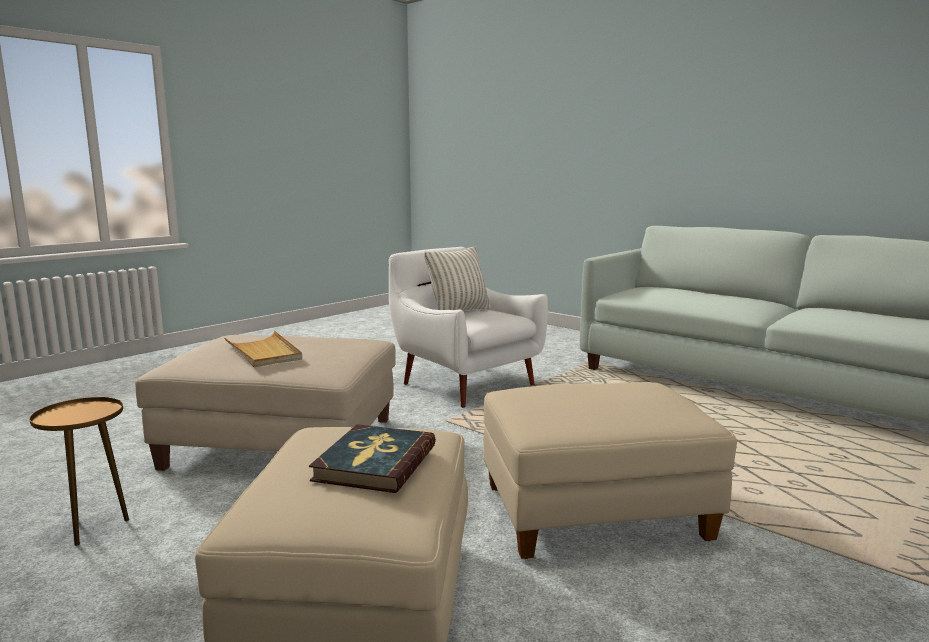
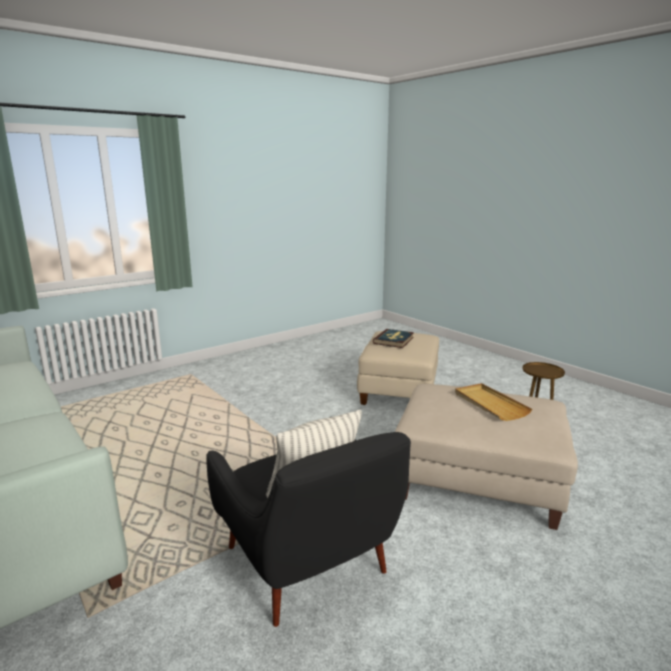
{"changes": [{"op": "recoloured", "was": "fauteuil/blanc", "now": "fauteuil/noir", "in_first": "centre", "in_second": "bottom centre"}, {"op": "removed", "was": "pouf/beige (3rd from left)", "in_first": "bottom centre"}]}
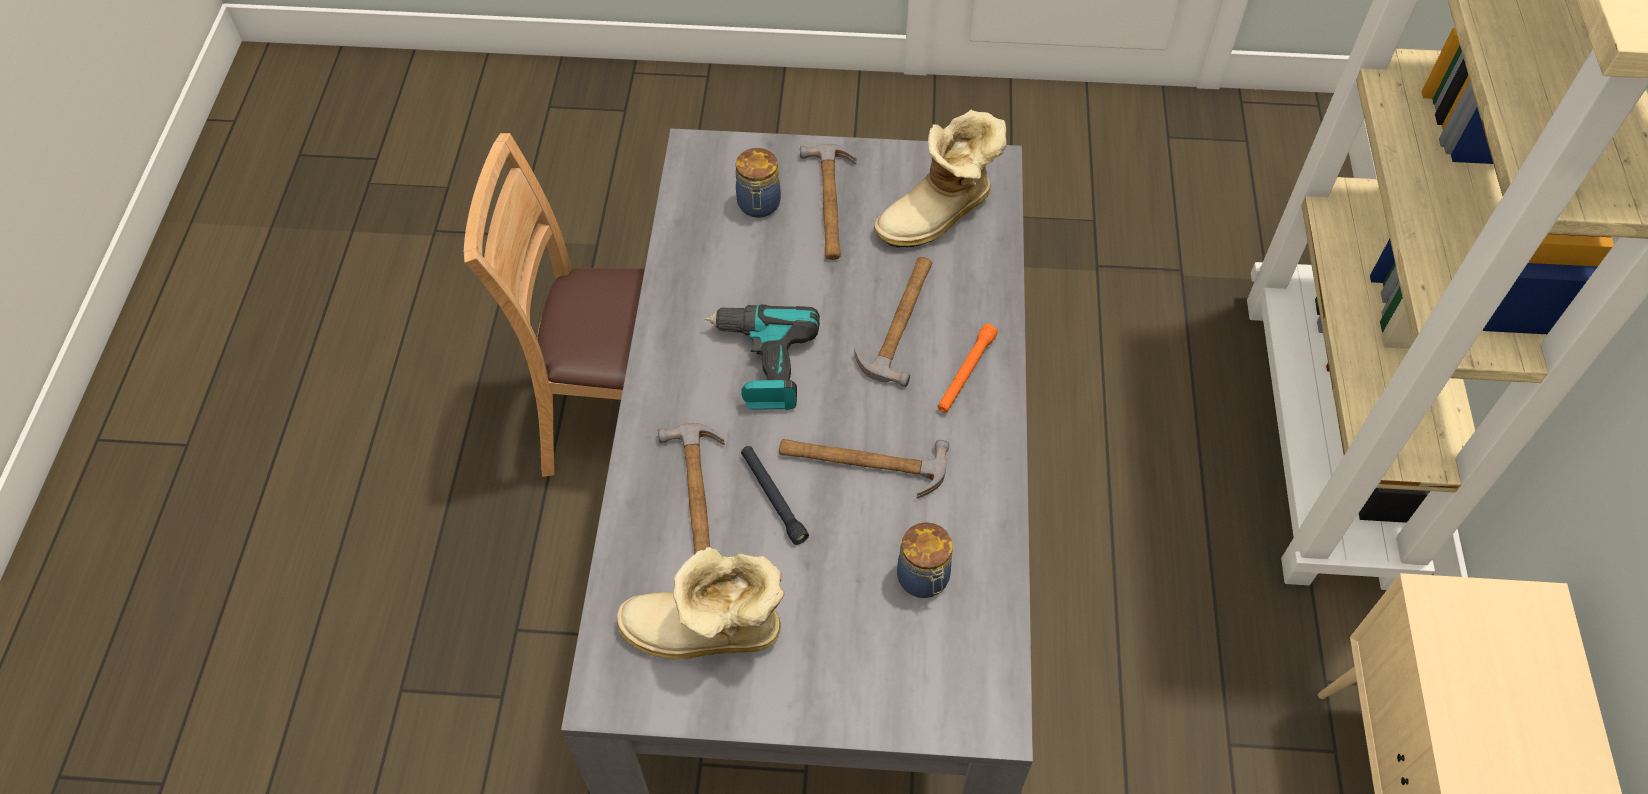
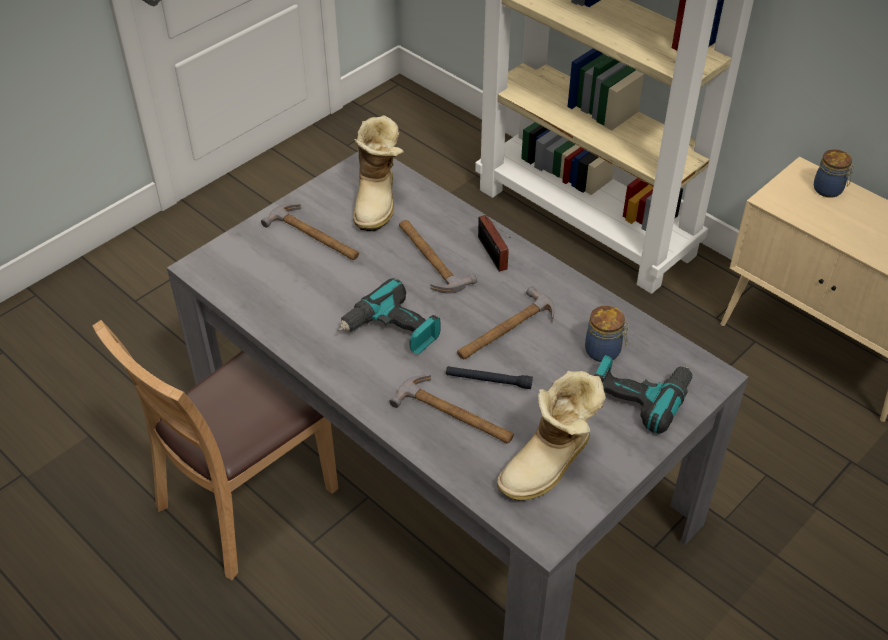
{"changes": [{"op": "moved", "was": "bocal (1st from left in the first image)", "now": "bocal (2nd from left)", "in_first": "top centre", "in_second": "top right"}, {"op": "replaced", "was": "lampe de poche/orange", "now": "radio", "in_first": "centre", "in_second": "centre"}, {"op": "added", "now": "perceuse (2nd from left)", "in_second": "middle right"}]}
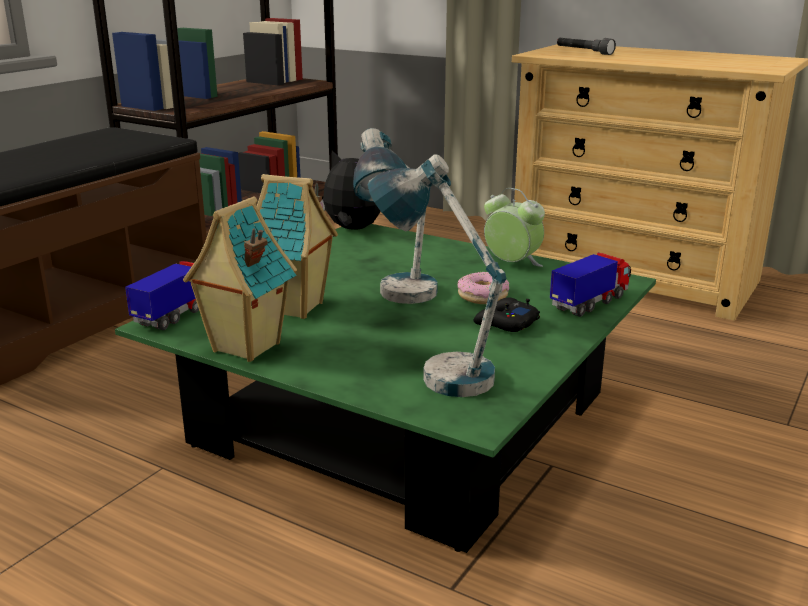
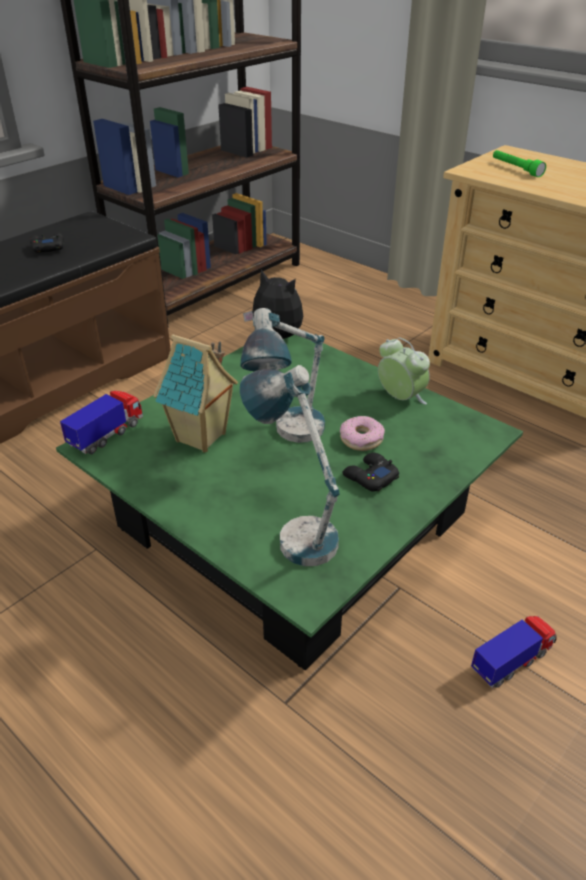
{"changes": [{"op": "recoloured", "was": "lampe de poche/gris", "now": "lampe de poche/vert", "in_first": "top right", "in_second": "top right"}, {"op": "removed", "was": "maison miniature (1st from left)", "in_first": "middle left"}, {"op": "moved", "was": "camion jouet (2nd from left)", "in_first": "middle right", "in_second": "bottom right"}, {"op": "added", "now": "manette/noir (1st from left)", "in_second": "top left"}]}
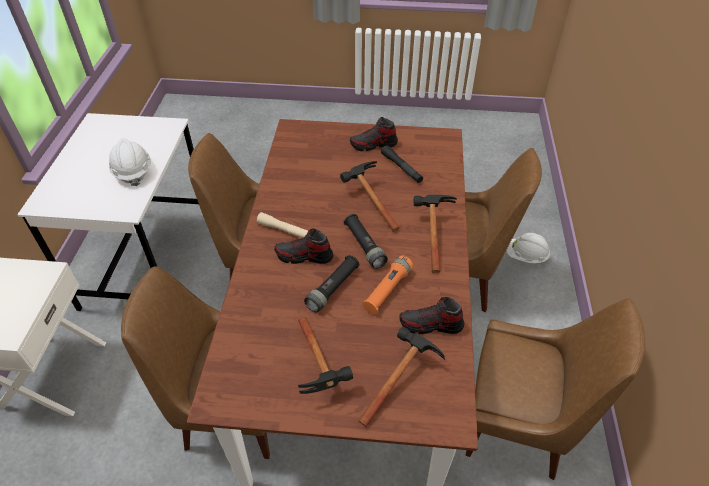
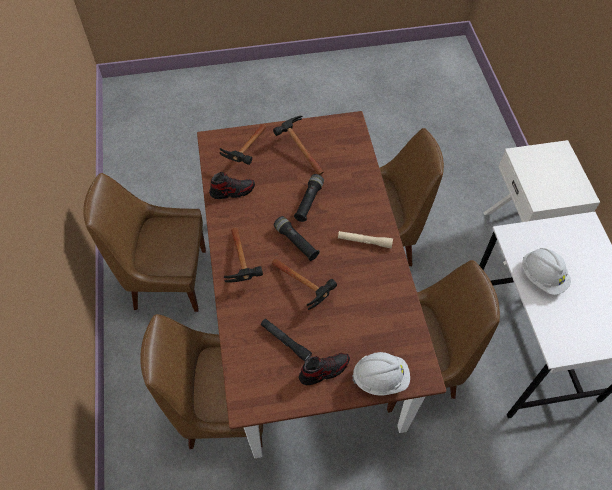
{"changes": [{"op": "removed", "was": "chaussure (1st from left)", "in_first": "centre"}, {"op": "moved", "was": "casque de chantier/blanc (2nd from left in the first image)", "now": "casque de chantier/blanc (1st from left)", "in_first": "middle right", "in_second": "bottom centre"}, {"op": "removed", "was": "lampe de poche/orange", "in_first": "centre"}]}
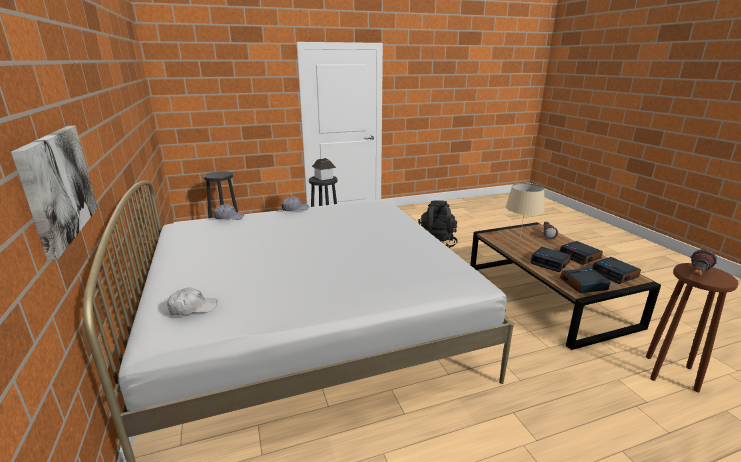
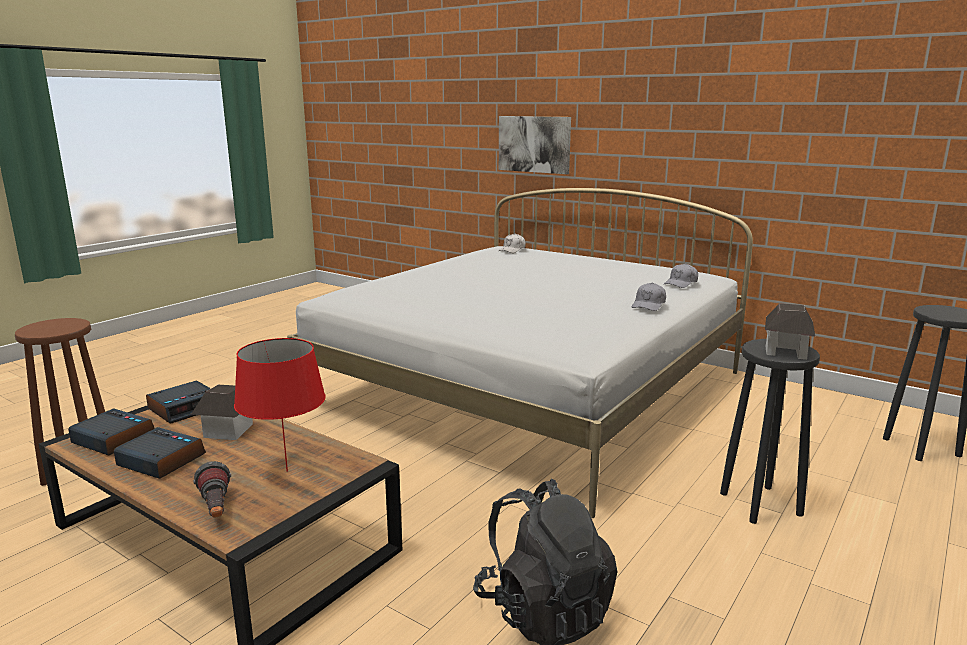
{"changes": [{"op": "recoloured", "was": "lampe de table/beige", "now": "lampe de table/rouge", "in_first": "middle right", "in_second": "middle left"}, {"op": "replaced", "was": "réveil (1st from left)", "now": "maison miniature (1st from left)", "in_first": "middle right", "in_second": "middle left"}, {"op": "removed", "was": "lampe de poche (2nd from left)", "in_first": "middle right"}]}
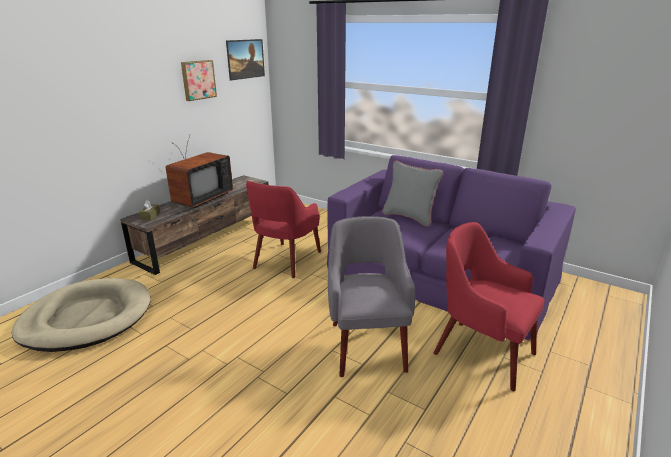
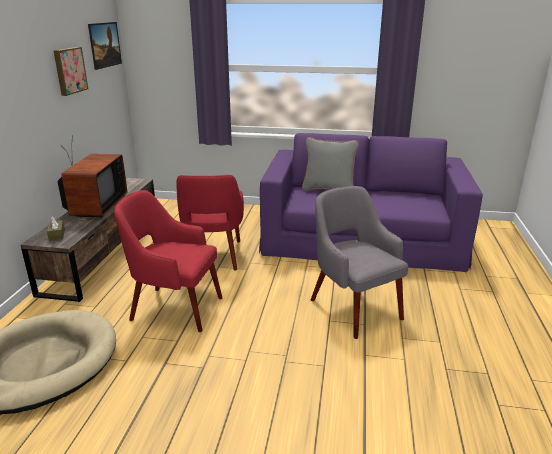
{"changes": [{"op": "moved", "was": "fauteuil/rouge (2nd from left in the first image)", "now": "fauteuil/rouge (1st from left)", "in_first": "bottom right", "in_second": "middle left"}]}
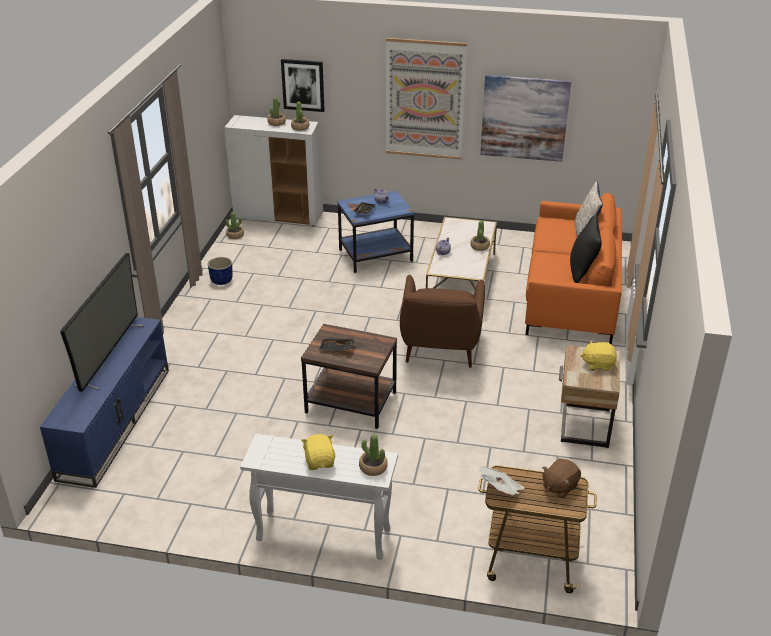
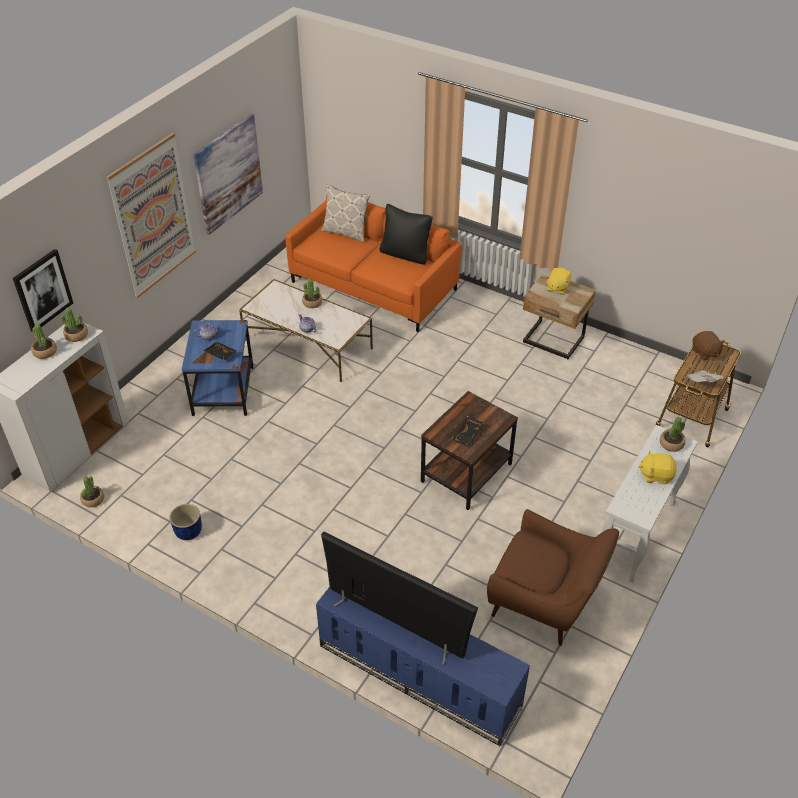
{"changes": [{"op": "moved", "was": "fauteuil/marron", "in_first": "centre", "in_second": "bottom right"}]}
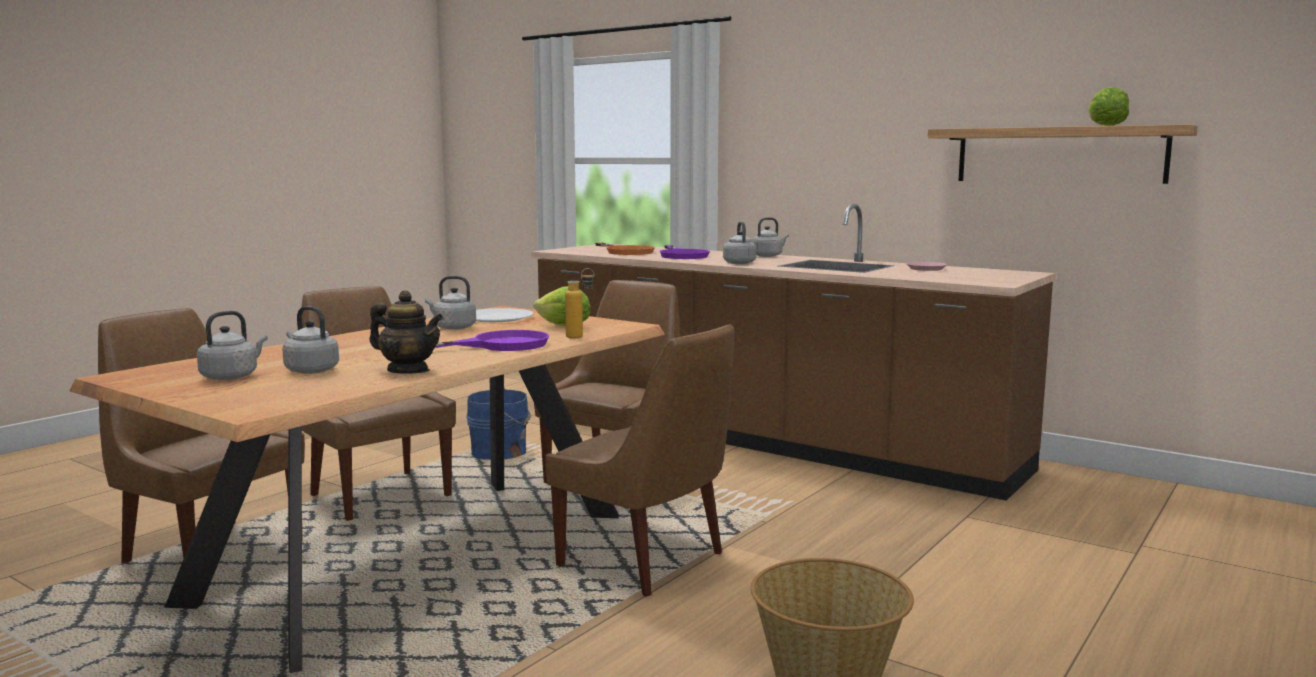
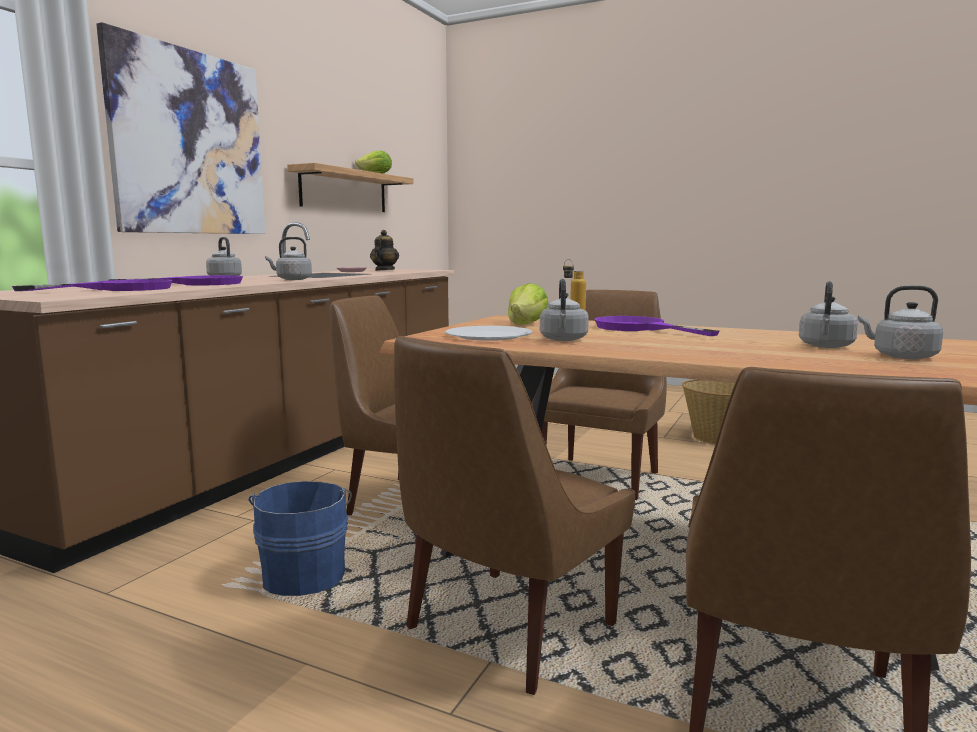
{"changes": [{"op": "recoloured", "was": "poêle/orange", "now": "poêle/violet (1st from left)", "in_first": "centre", "in_second": "middle left"}, {"op": "moved", "was": "théière", "in_first": "middle left", "in_second": "centre"}, {"op": "added", "now": "tableau", "in_second": "top left"}]}
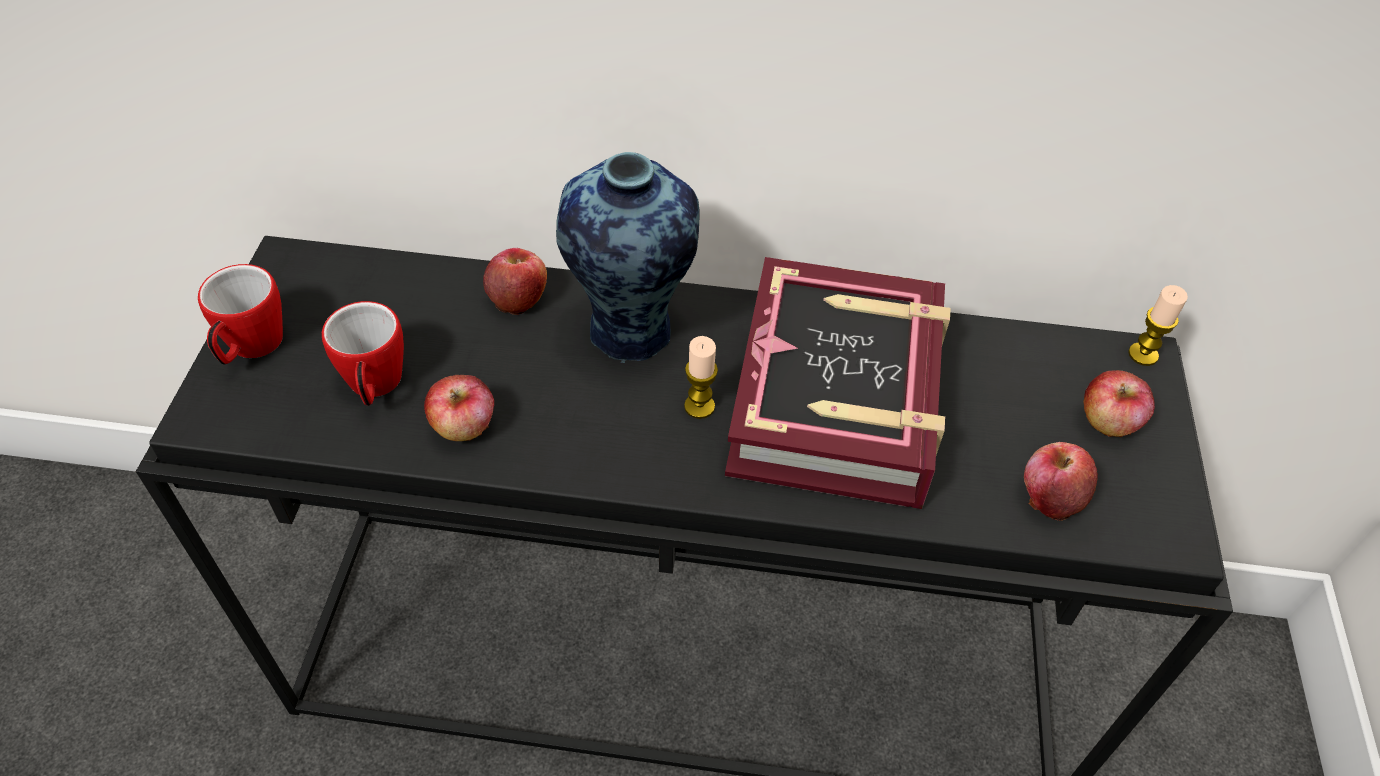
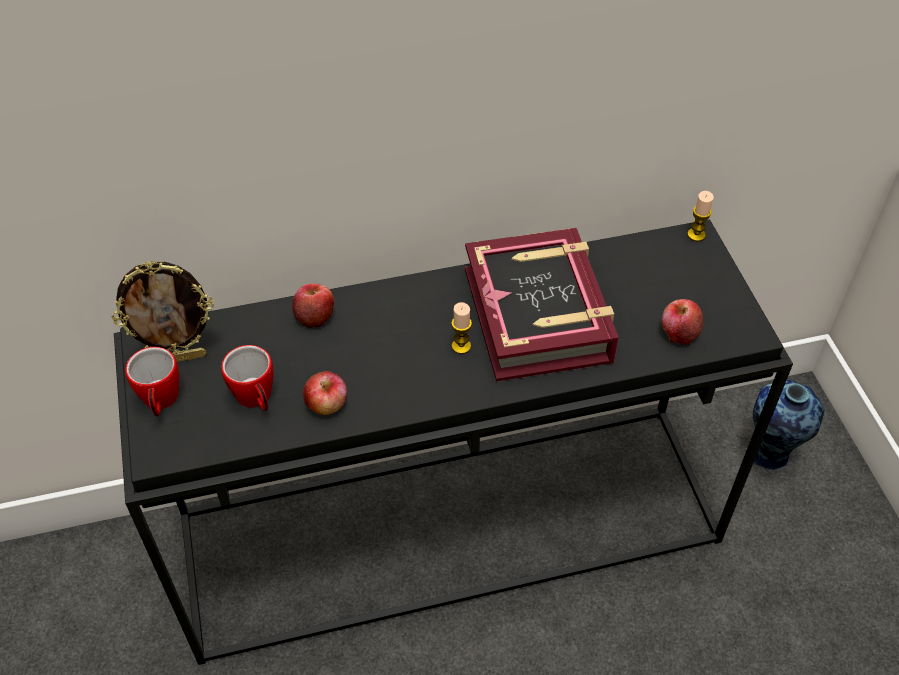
{"changes": [{"op": "moved", "was": "vase", "in_first": "top centre", "in_second": "middle right"}, {"op": "removed", "was": "pomme (4th from left)", "in_first": "middle right"}, {"op": "added", "now": "cadre photo", "in_second": "middle left"}]}
